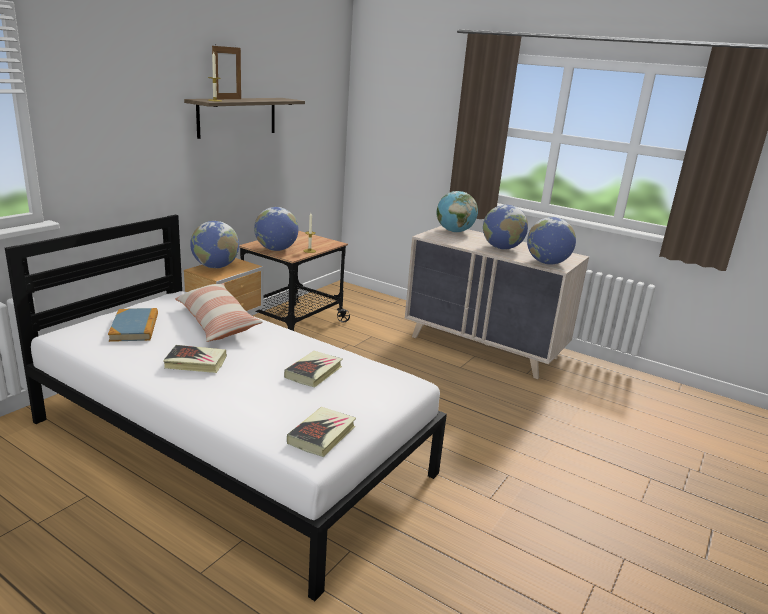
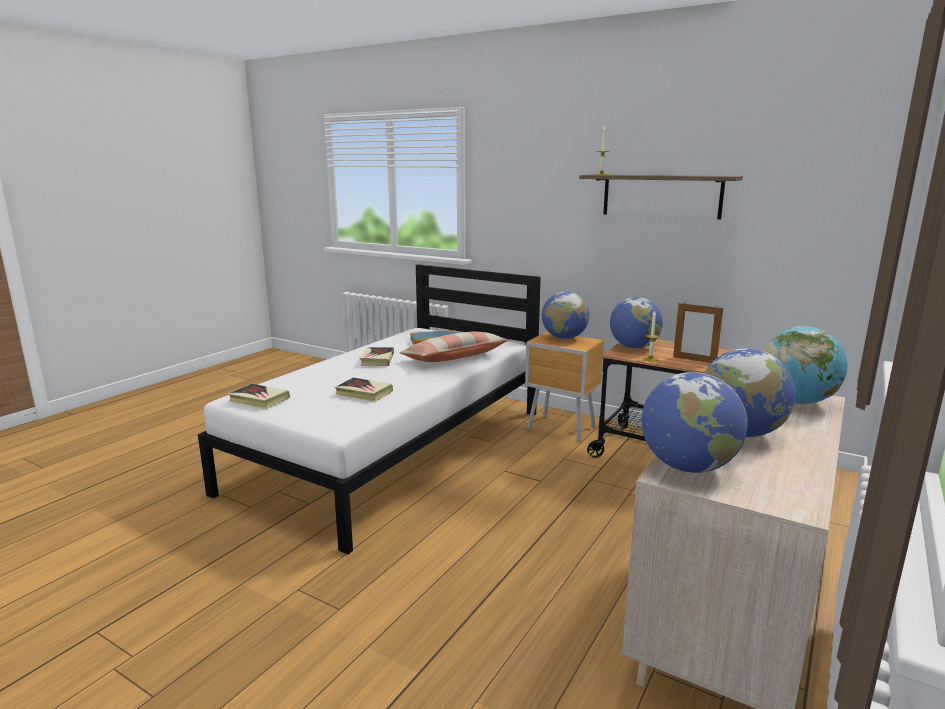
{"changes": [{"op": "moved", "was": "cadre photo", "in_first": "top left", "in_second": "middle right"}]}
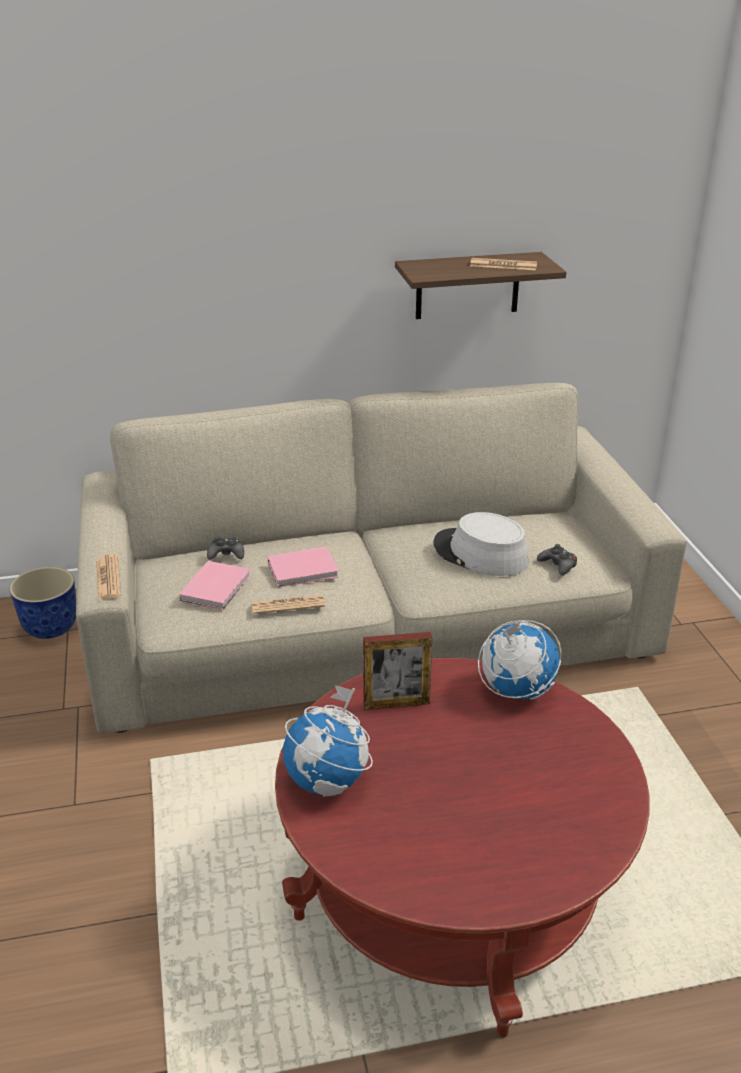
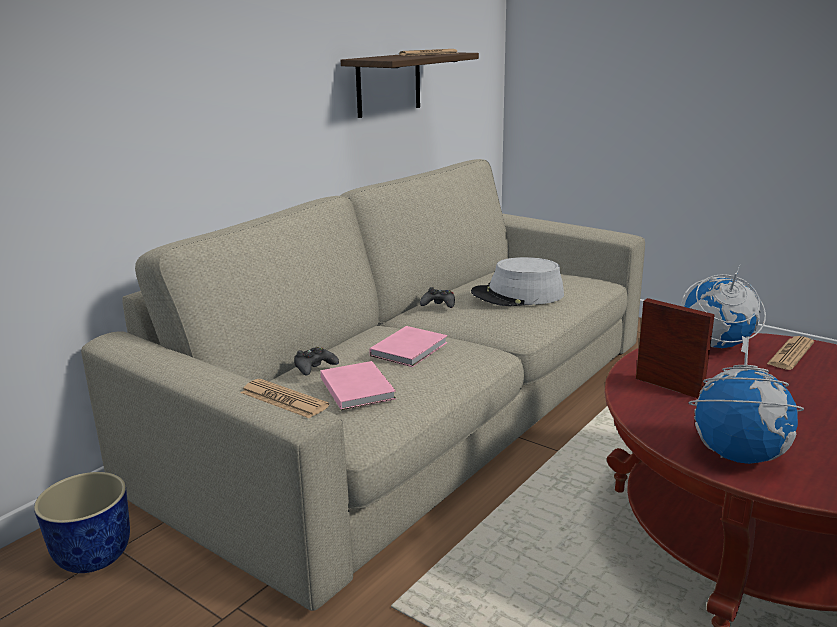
{"changes": [{"op": "moved", "was": "manette/noir (2nd from left)", "in_first": "middle right", "in_second": "centre"}, {"op": "moved", "was": "journal (2nd from left in the first image)", "now": "journal (3rd from left)", "in_first": "centre", "in_second": "middle right"}, {"op": "turned", "was": "cadre photo", "in_first": "centre", "in_second": "middle right", "clockwise": -90}]}
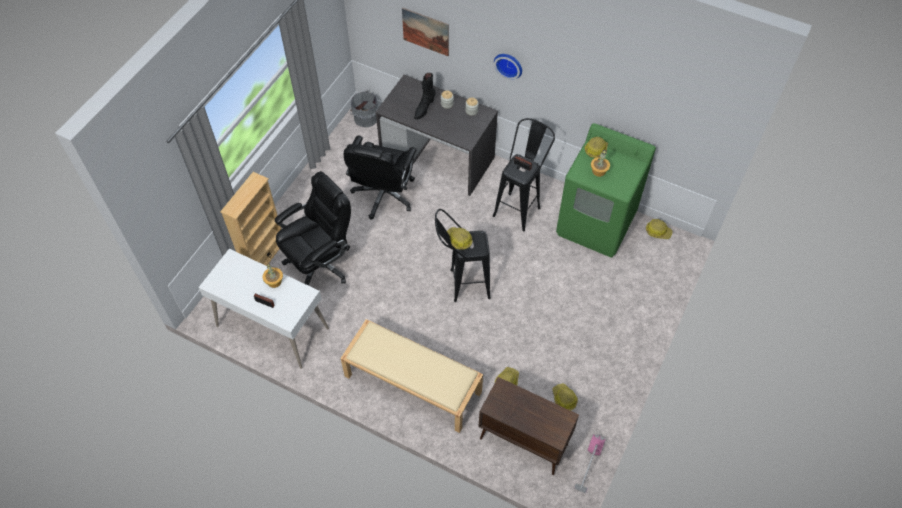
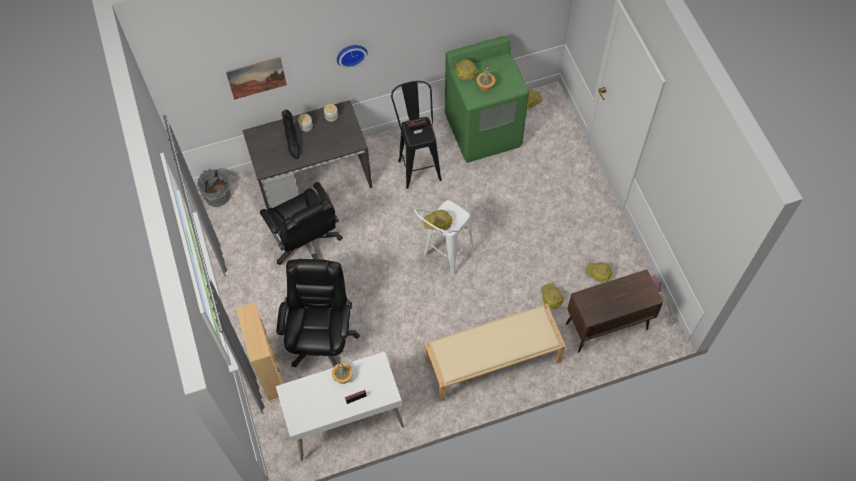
{"changes": [{"op": "recoloured", "was": "tabouret/noir (1st from left)", "now": "tabouret/blanc", "in_first": "centre", "in_second": "centre"}]}
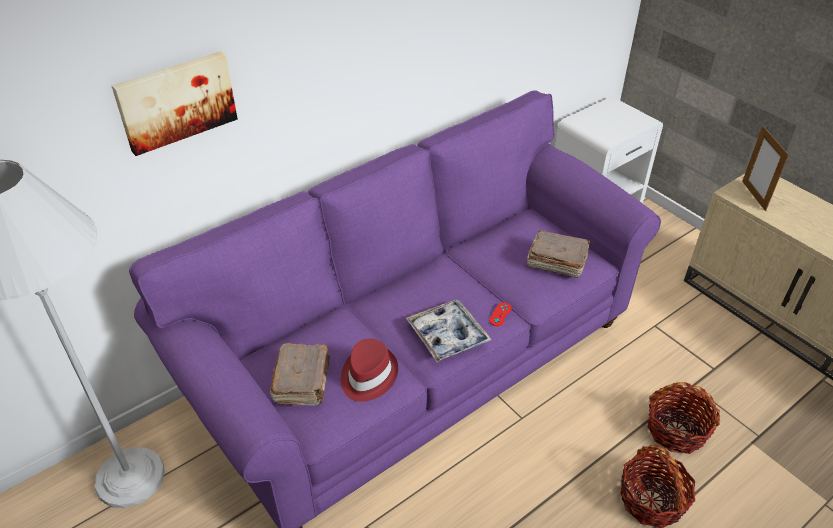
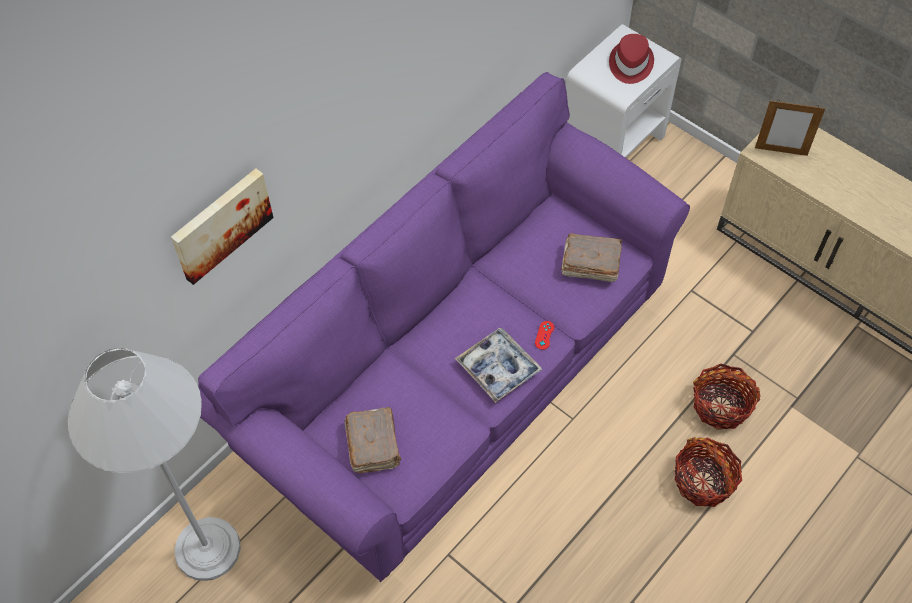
{"changes": [{"op": "turned", "was": "cadre photo", "in_first": "top right", "in_second": "top right", "clockwise": -60}, {"op": "moved", "was": "chapeau/rouge", "in_first": "bottom centre", "in_second": "top right"}]}
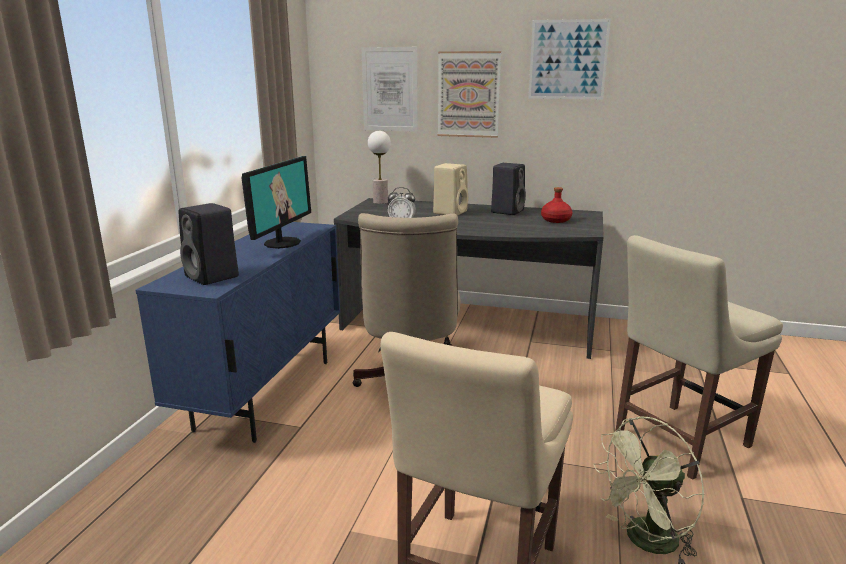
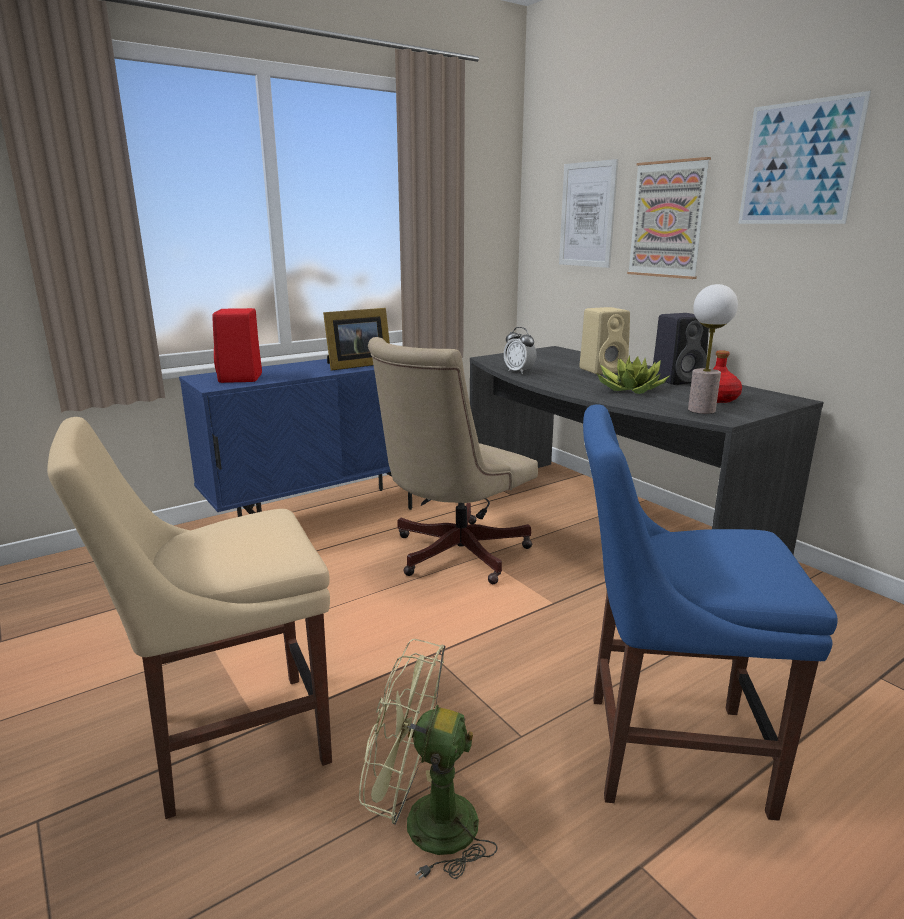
{"changes": [{"op": "moved", "was": "lampe de table", "in_first": "top centre", "in_second": "middle right"}, {"op": "replaced", "was": "écran d'ordinateur", "now": "cadre photo", "in_first": "middle left", "in_second": "centre"}, {"op": "recoloured", "was": "enceinte/noir (1st from left)", "now": "enceinte/rouge", "in_first": "middle left", "in_second": "middle left"}, {"op": "recoloured", "was": "chaise/beige (2nd from left)", "now": "chaise/bleu", "in_first": "middle right", "in_second": "middle right"}, {"op": "added", "now": "plante en pot", "in_second": "middle right"}]}
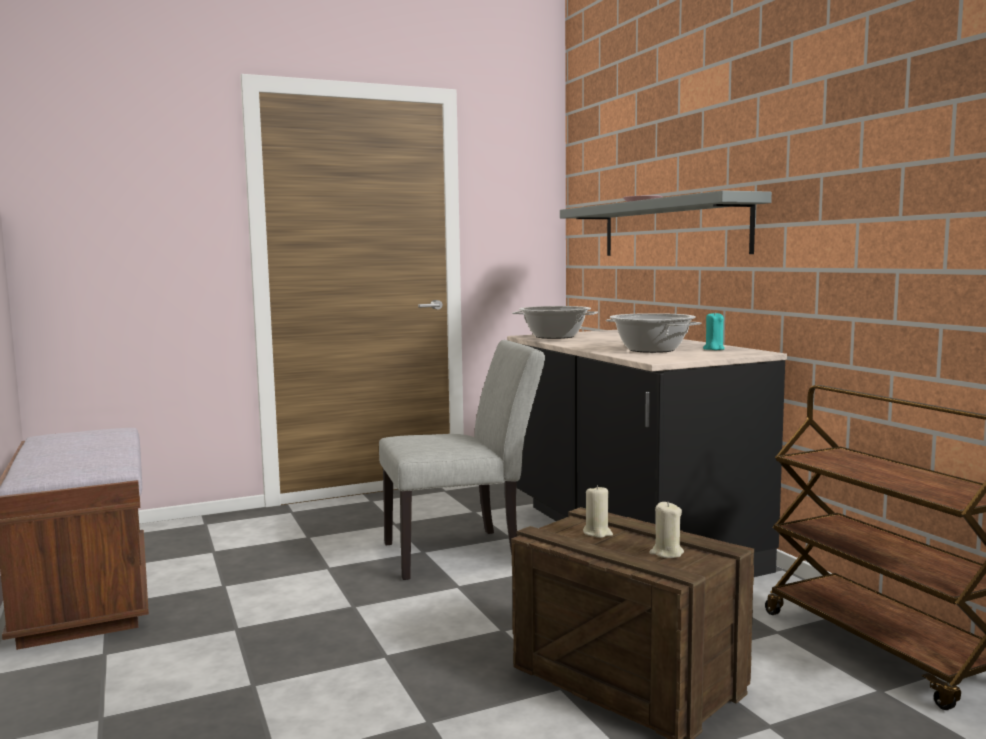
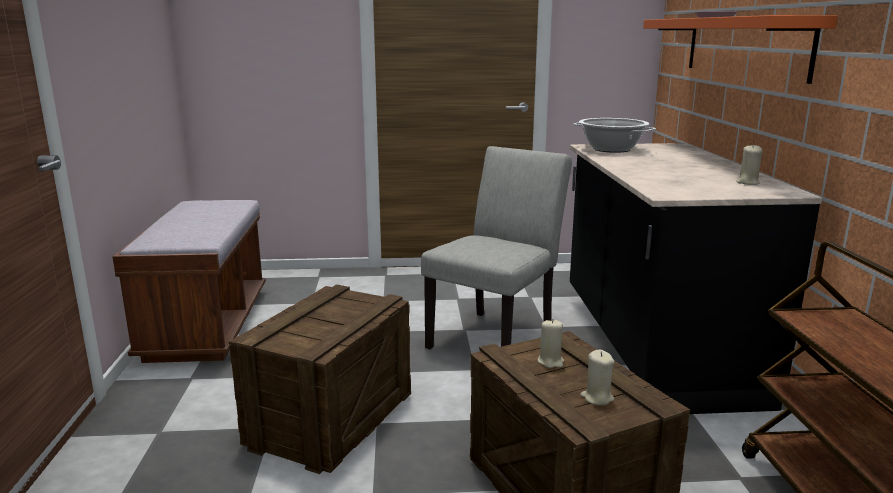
{"changes": [{"op": "recoloured", "was": "étagère/gris", "now": "étagère/orange", "in_first": "top right", "in_second": "top right"}, {"op": "recoloured", "was": "bougie/turquoise", "now": "bougie/beige (3rd from left)", "in_first": "middle right", "in_second": "top right"}, {"op": "removed", "was": "marmite (2nd from left)", "in_first": "centre"}, {"op": "turned", "was": "chaise/gris", "in_first": "centre", "in_second": "centre", "clockwise": -60}, {"op": "added", "now": "caisse (1st from left)", "in_second": "bottom centre"}]}
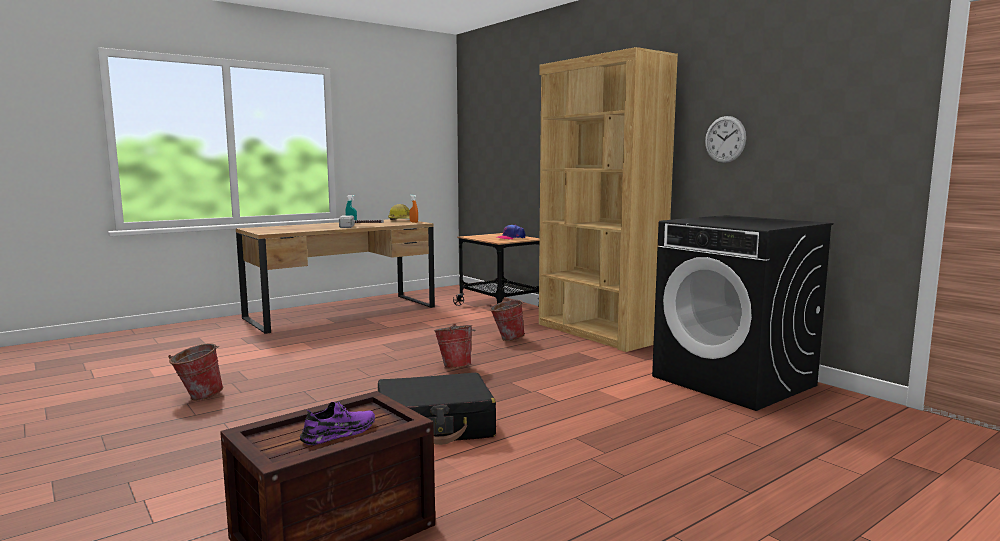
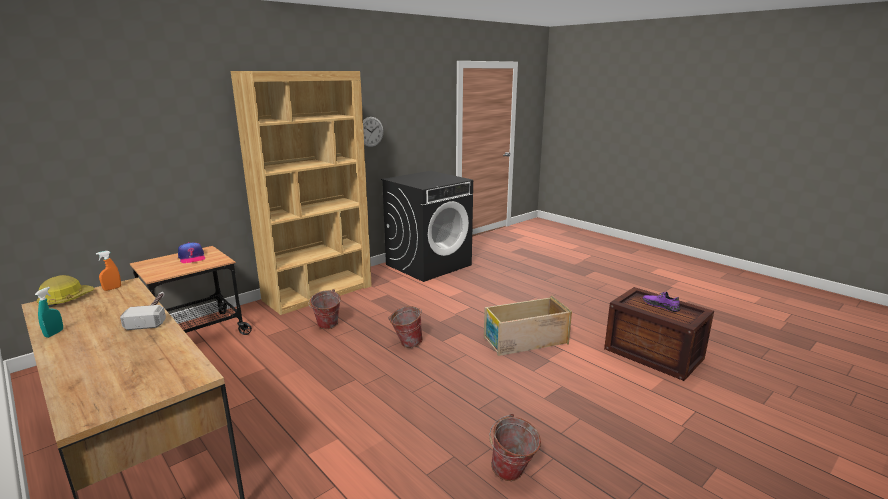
{"changes": [{"op": "replaced", "was": "valise/noir", "now": "caisse (1st from left)", "in_first": "bottom centre", "in_second": "centre"}]}
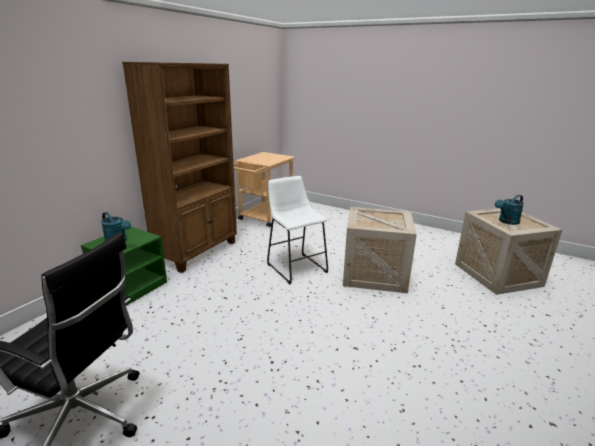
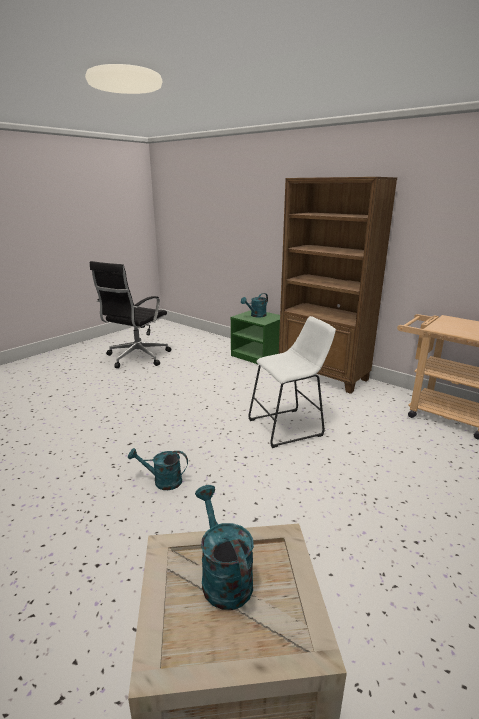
{"changes": [{"op": "removed", "was": "caisse (1st from left)", "in_first": "centre"}, {"op": "added", "now": "arrosoir/turquoise (1st from left)", "in_second": "middle left"}]}
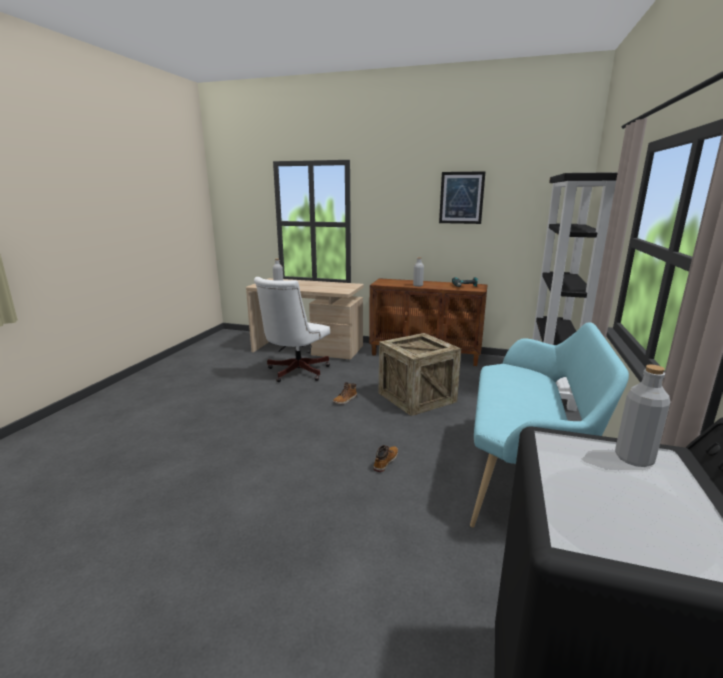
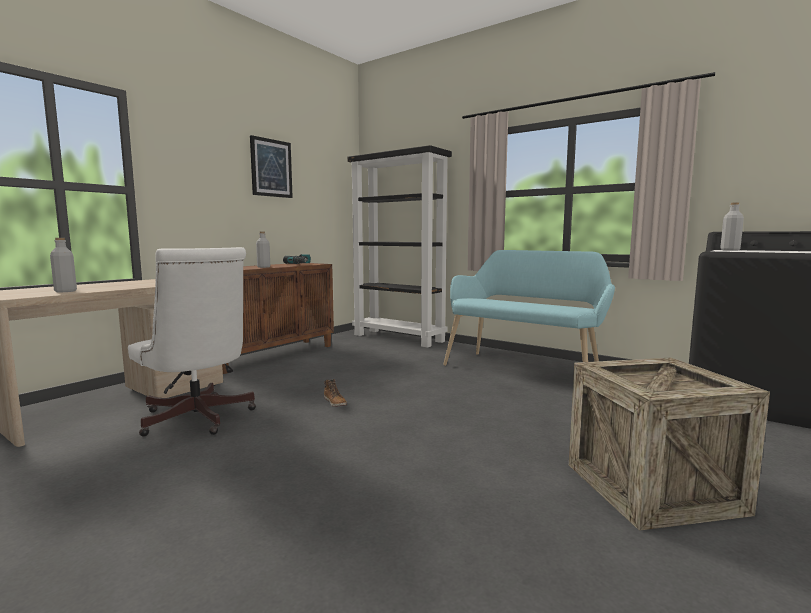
{"changes": [{"op": "moved", "was": "caisse", "in_first": "centre", "in_second": "bottom right"}, {"op": "removed", "was": "botte (2nd from left)", "in_first": "bottom centre"}]}
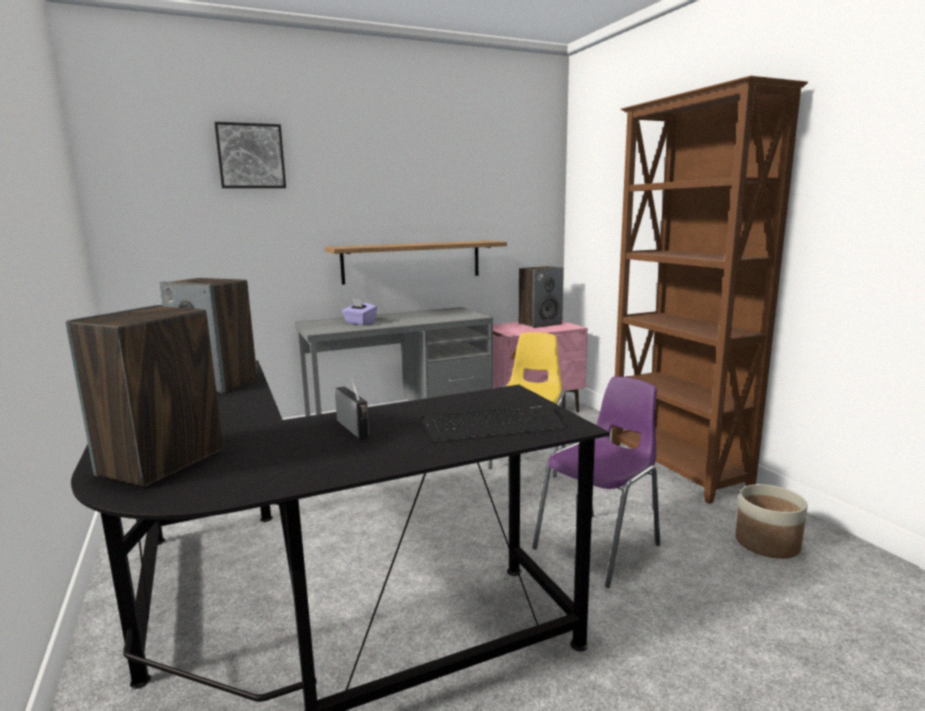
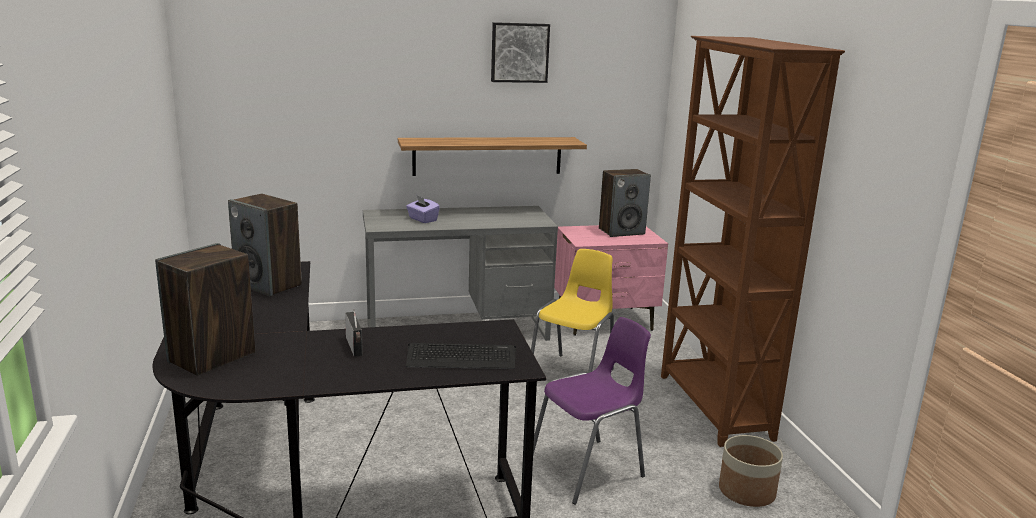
{"changes": [{"op": "moved", "was": "tableau", "in_first": "top left", "in_second": "top centre"}]}
